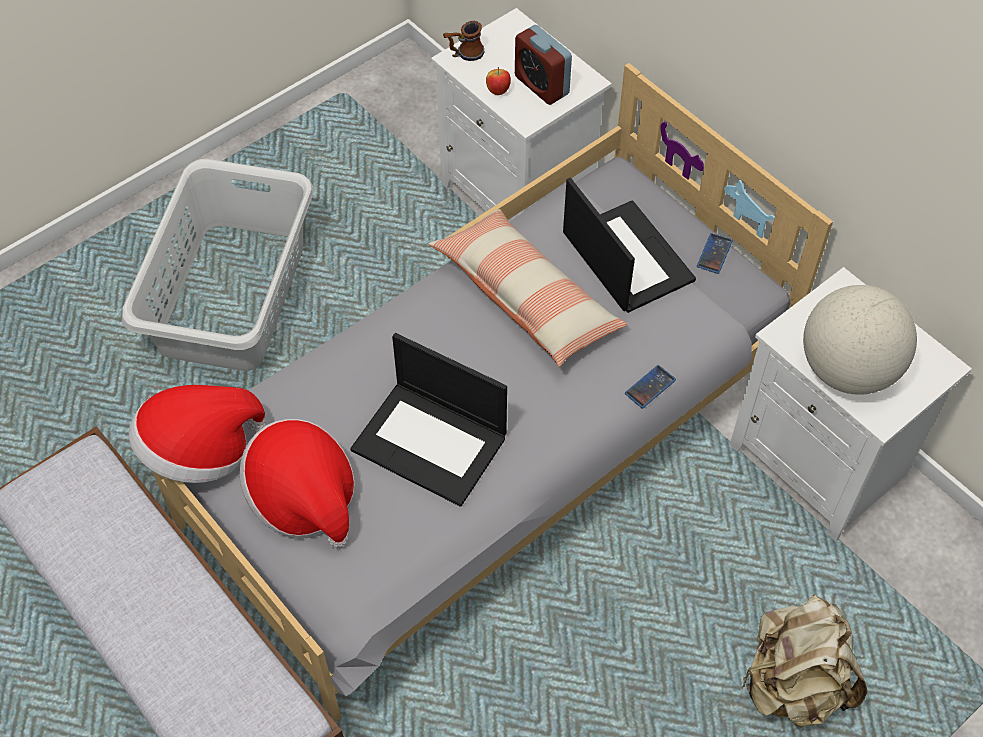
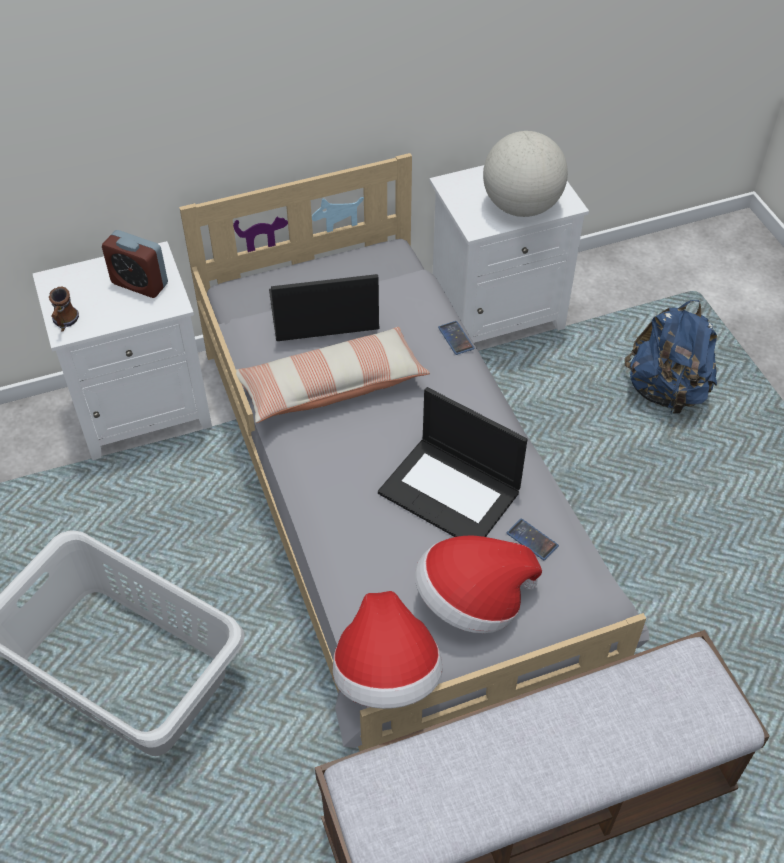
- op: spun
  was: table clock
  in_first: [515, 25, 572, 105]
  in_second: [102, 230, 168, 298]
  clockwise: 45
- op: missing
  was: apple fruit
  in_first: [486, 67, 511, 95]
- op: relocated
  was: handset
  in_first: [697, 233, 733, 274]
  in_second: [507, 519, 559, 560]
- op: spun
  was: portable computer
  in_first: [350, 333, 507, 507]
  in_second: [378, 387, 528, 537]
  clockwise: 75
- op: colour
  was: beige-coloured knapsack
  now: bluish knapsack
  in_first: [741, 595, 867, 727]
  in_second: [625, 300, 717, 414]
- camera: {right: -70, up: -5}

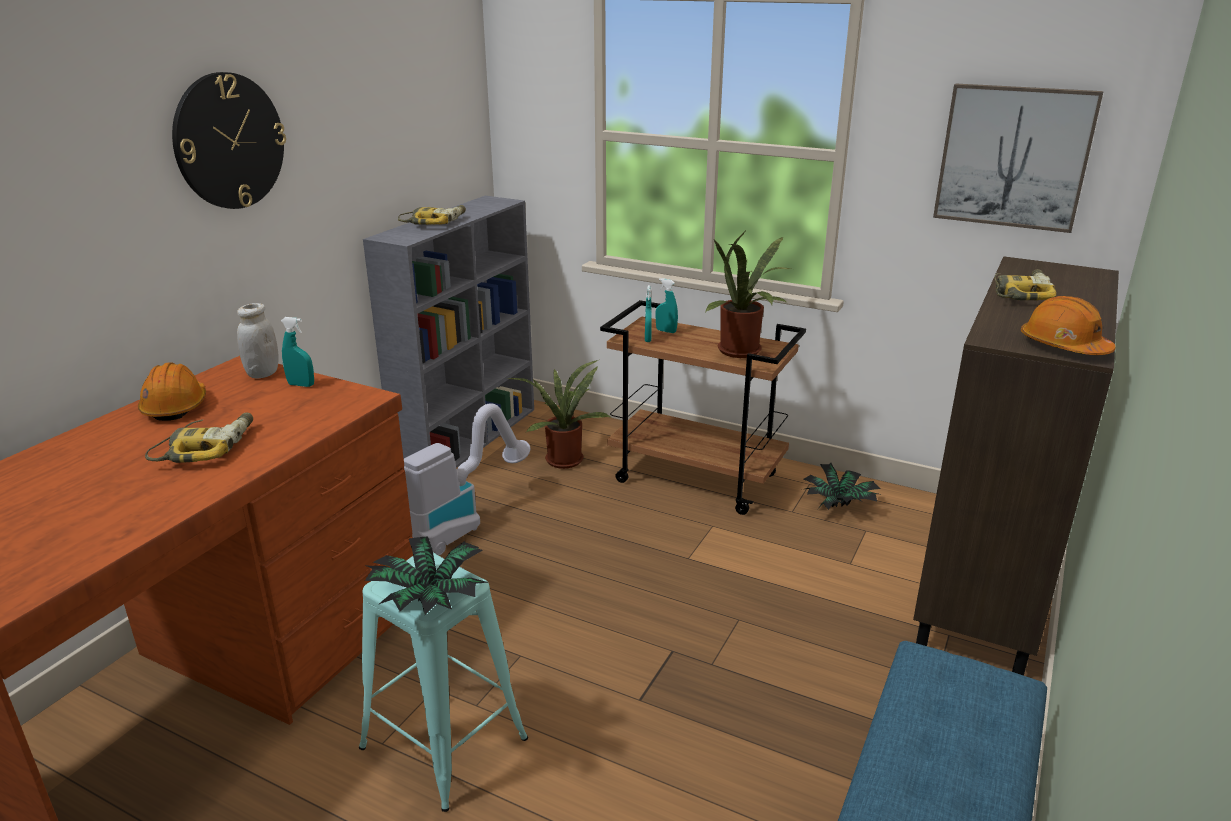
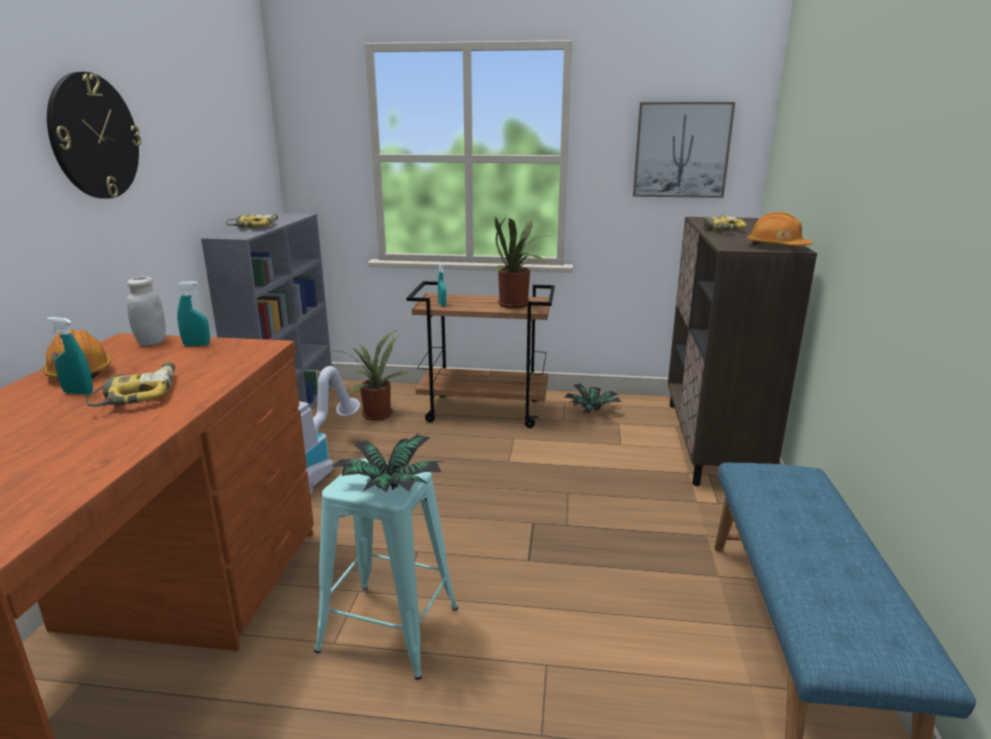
- op: relocated
  was: turquoise-coloured spray bottle
  in_first: [656, 278, 678, 333]
  in_second: [47, 317, 93, 395]
- camera: {right: -20, up: -5}

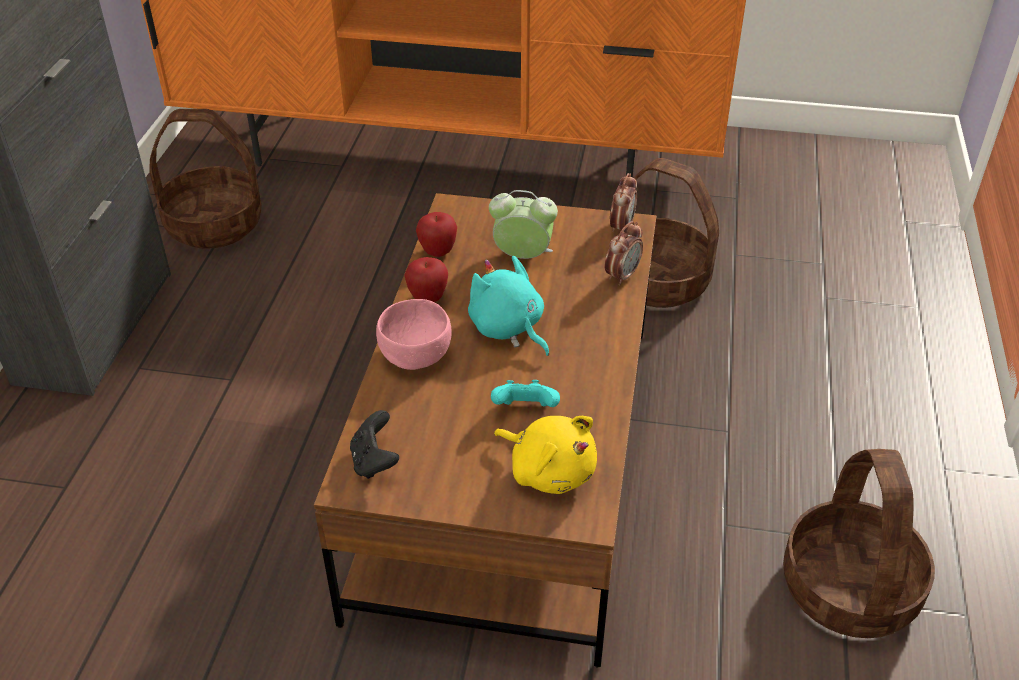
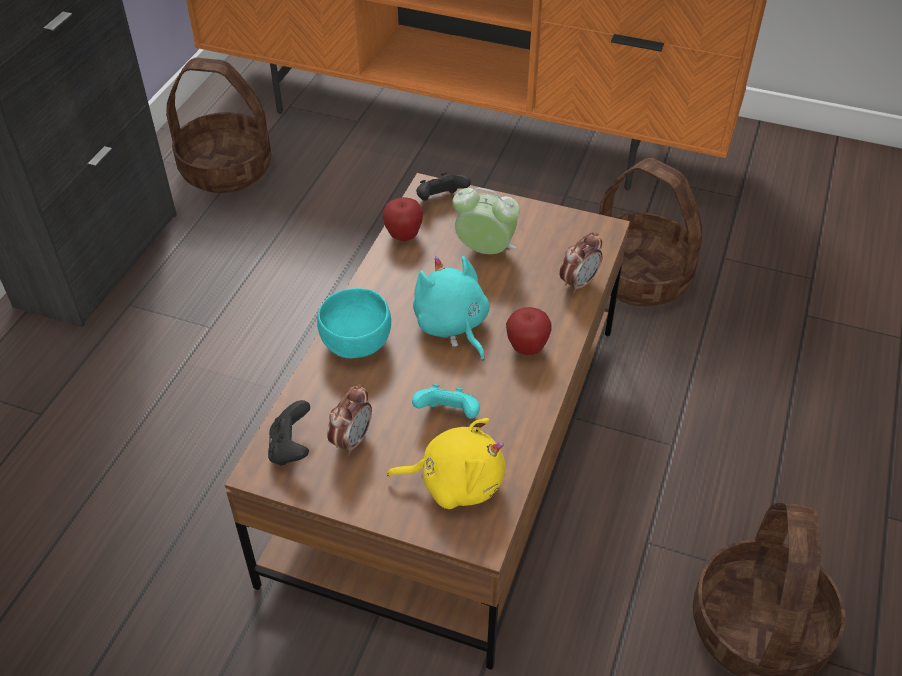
- op: relocated
  was: table clock
  in_first: [610, 173, 637, 232]
  in_second: [327, 384, 372, 455]
- op: relocated
  was: apple fruit
  in_first: [404, 257, 448, 302]
  in_second: [506, 307, 552, 355]
- op: colour
  was: pink bowl
  now: turquoise-coloured bowl
  in_first: [376, 299, 451, 370]
  in_second: [317, 288, 391, 358]
- op: spun
  was: yellowish soft toy
  in_first: [494, 416, 597, 494]
  in_second: [387, 418, 506, 509]
  clockwise: -45
- op: appeared
  now: black joypad
  in_second: [416, 172, 471, 200]
- camera: {right: 10, up: 5}

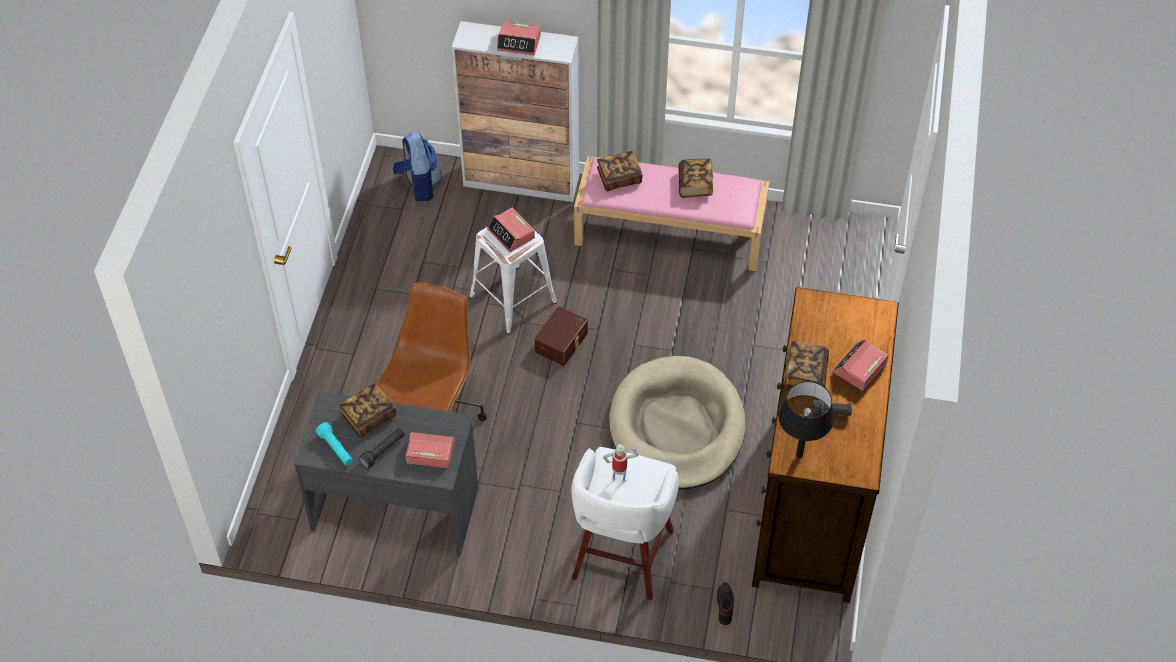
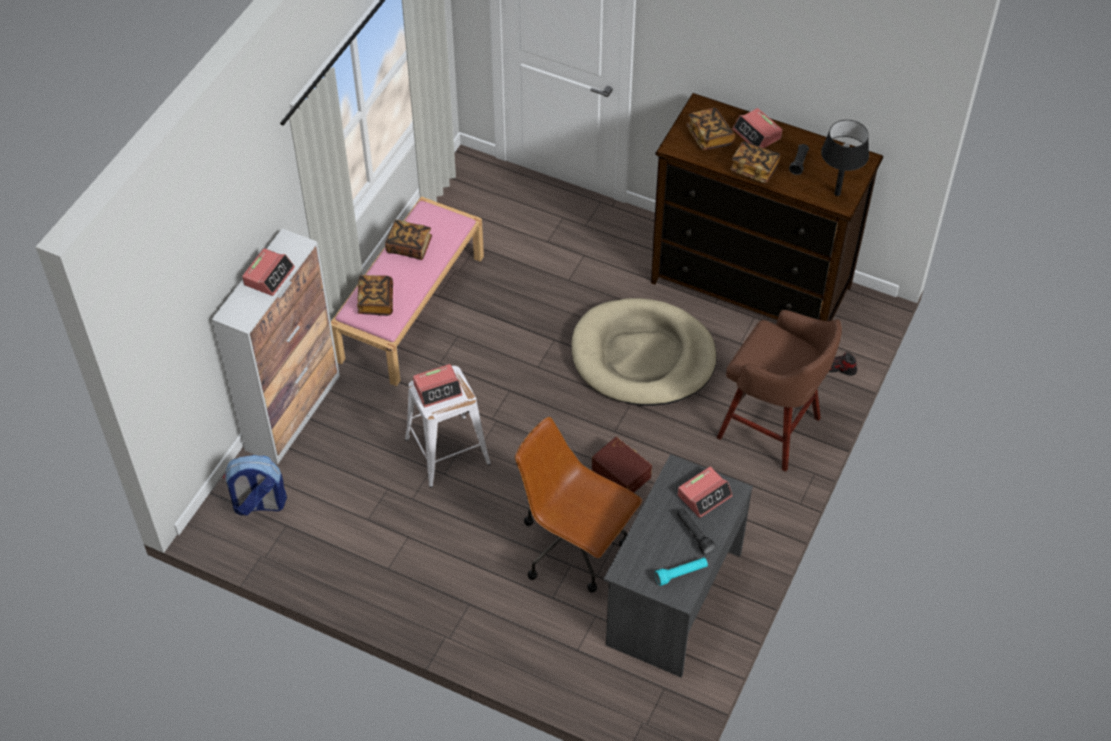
- op: relocated
  was: brown storage container
  in_first: [534, 307, 588, 366]
  in_second: [592, 436, 652, 493]
- op: relocated
  was: bound book
  in_first: [339, 383, 396, 437]
  in_second: [686, 108, 736, 150]
- op: spun
  was: table clock
  in_first: [406, 432, 455, 468]
  in_second: [678, 466, 733, 518]
  clockwise: -150
- op: missing
  was: model robot
  in_first: [603, 444, 639, 482]
- op: colour
  was: white-coloured sitting stool
  now: brown sitting stool
  in_first: [572, 447, 679, 600]
  in_second: [717, 310, 842, 472]
- camera: {right: -75, up: 0}

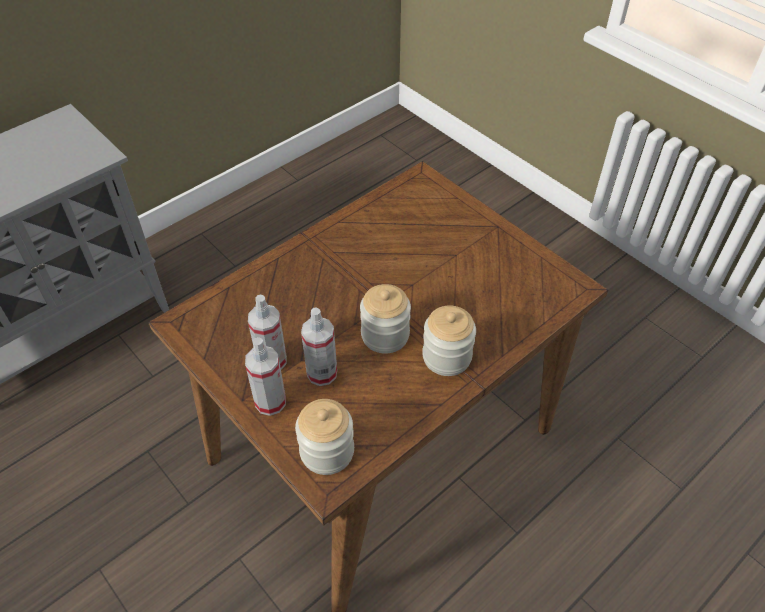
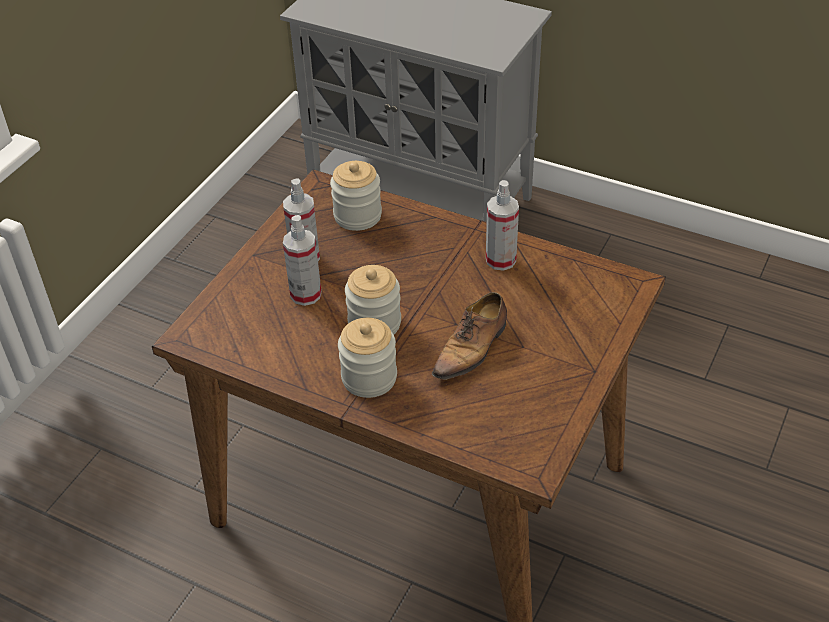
- op: relocated
  was: spray bottle
  in_first: [245, 337, 286, 416]
  in_second: [486, 180, 519, 271]
- op: relocated
  was: storage jar
  in_first: [295, 399, 354, 475]
  in_second: [330, 161, 382, 231]
- op: appeared
  now: low shoe
  in_second: [432, 292, 507, 385]
- camera: {right: 70, up: -5}

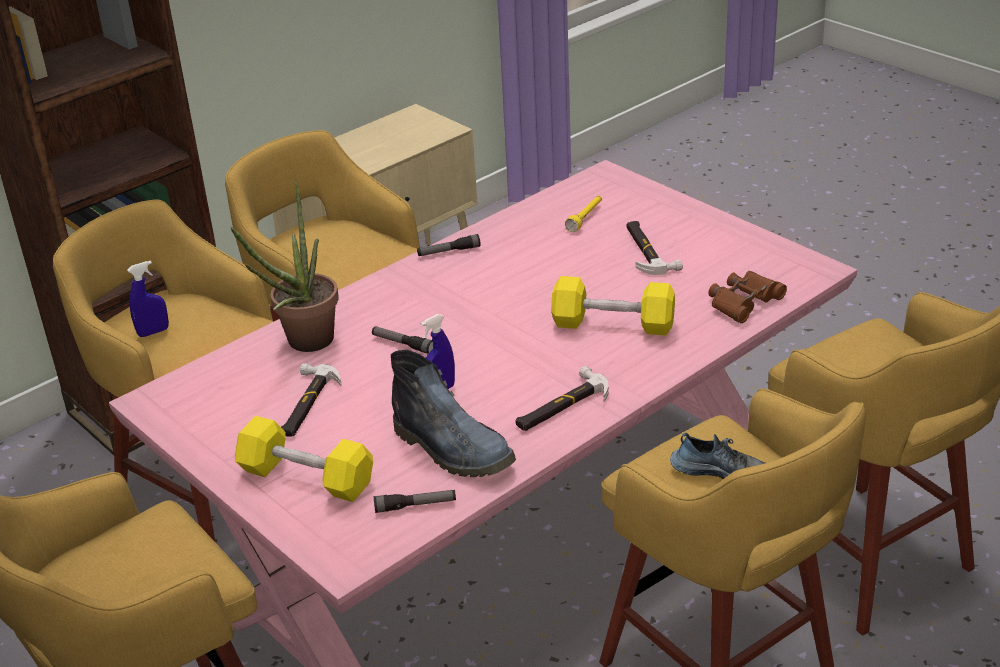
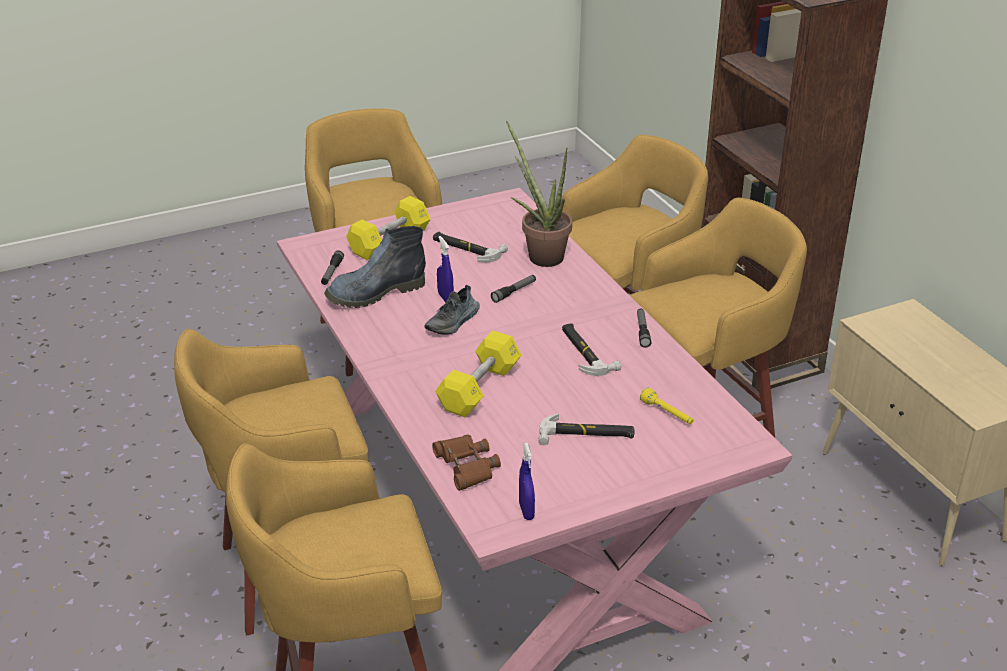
- op: relocated
  was: bluish spray bottle
  in_first: [127, 261, 169, 337]
  in_second: [519, 443, 535, 520]
- op: relocated
  was: tool hammer
  in_first: [515, 366, 608, 431]
  in_second: [562, 324, 621, 376]
- op: relocated
  was: low shoe
  in_first: [670, 433, 765, 479]
  in_second: [425, 285, 480, 334]
- camera: {right: 105, up: 0}

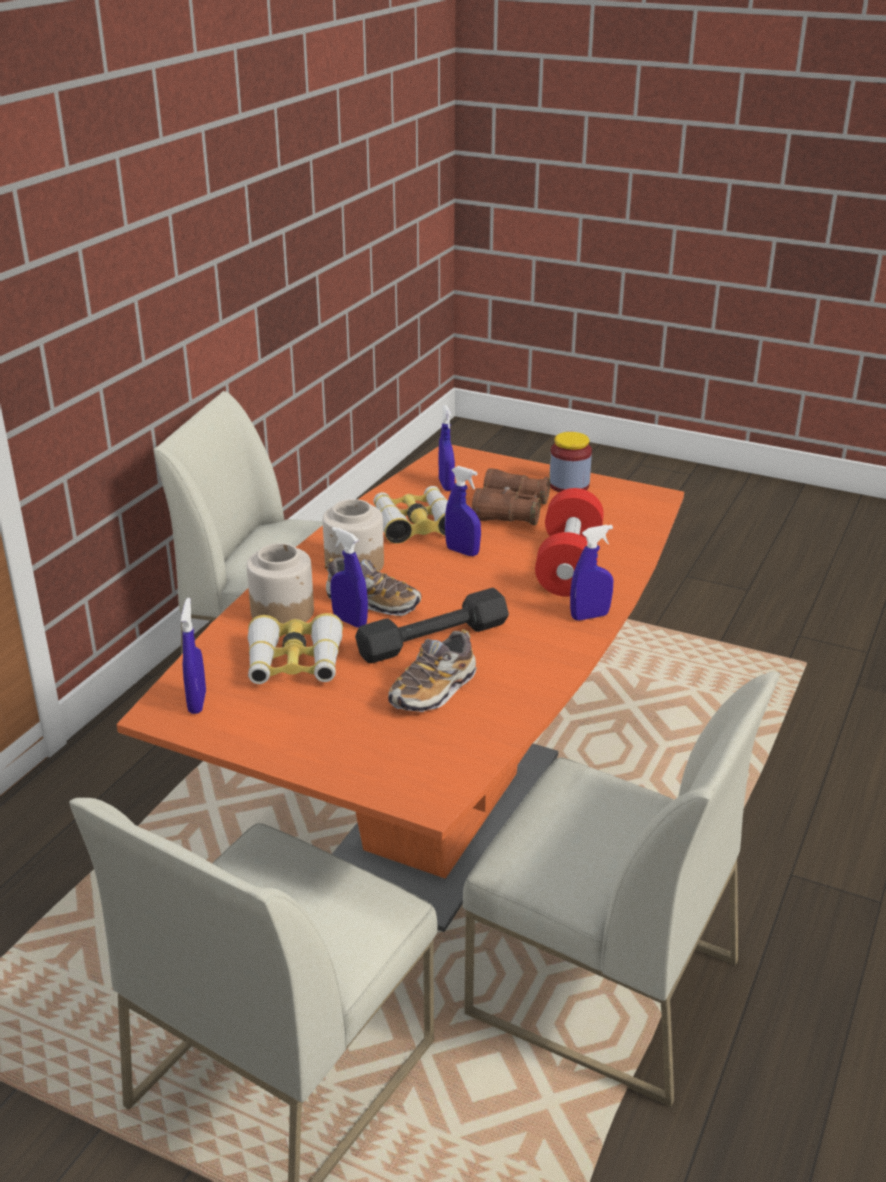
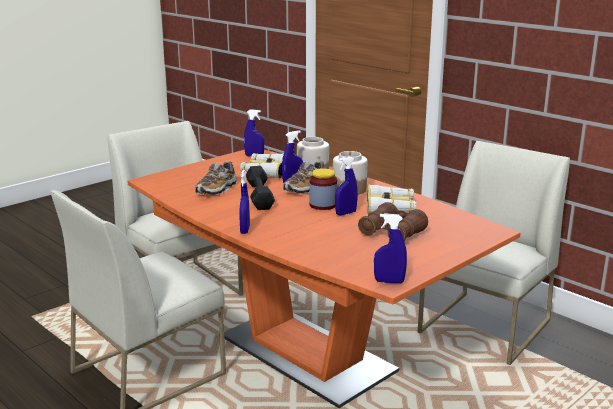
- op: relocated
  was: bluish spray bottle
  in_first: [439, 405, 455, 491]
  in_second: [374, 213, 407, 284]
- op: relocated
  was: storage jar
  in_first: [549, 432, 592, 492]
  in_second: [309, 168, 337, 210]
- op: missing
  was: red dumbbell
  in_first: [535, 488, 604, 597]
- op: spun
  was: low shoe
  in_first: [388, 629, 477, 712]
  in_second: [196, 161, 237, 195]
  clockwise: -120
- camera: {right: 110, up: -10}

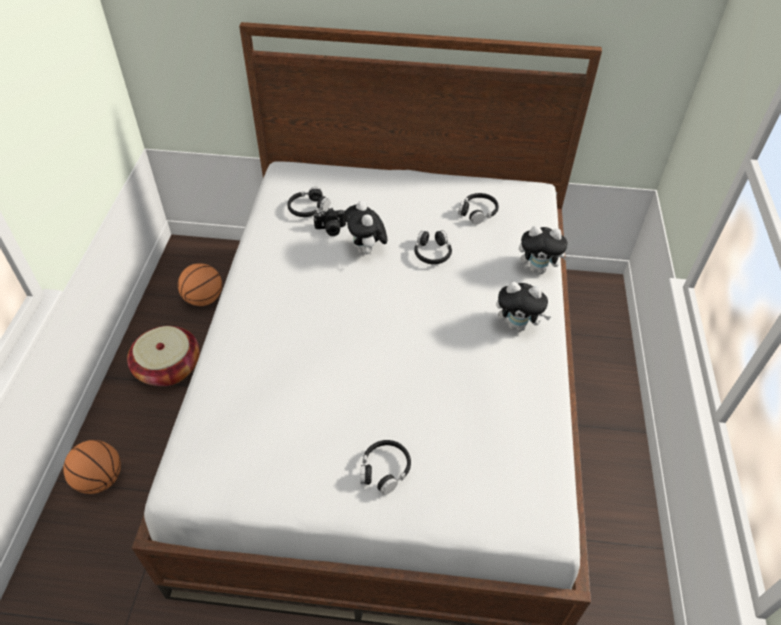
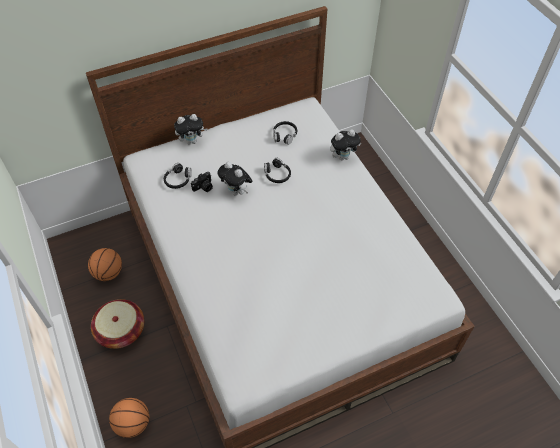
- op: relocated
  was: soft toy
  in_first: [496, 282, 551, 331]
  in_second: [174, 114, 208, 145]
- op: missing
  was: black headset
  in_first: [360, 440, 411, 495]
- camera: {right: -30, up: 5}

